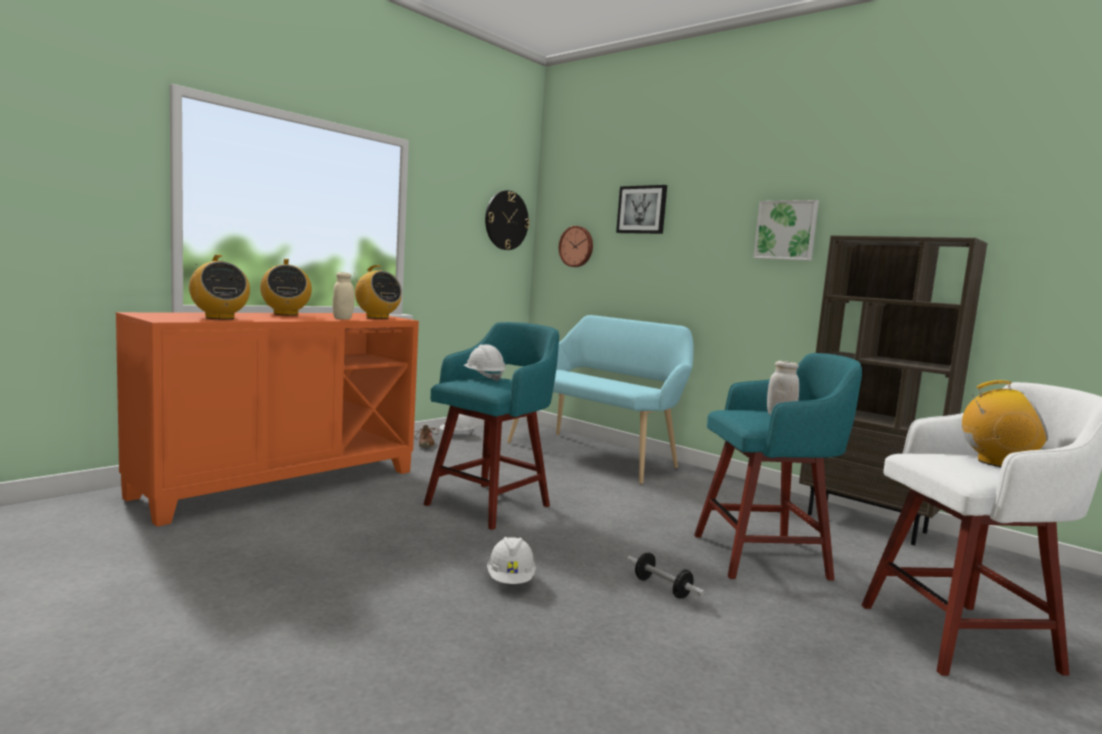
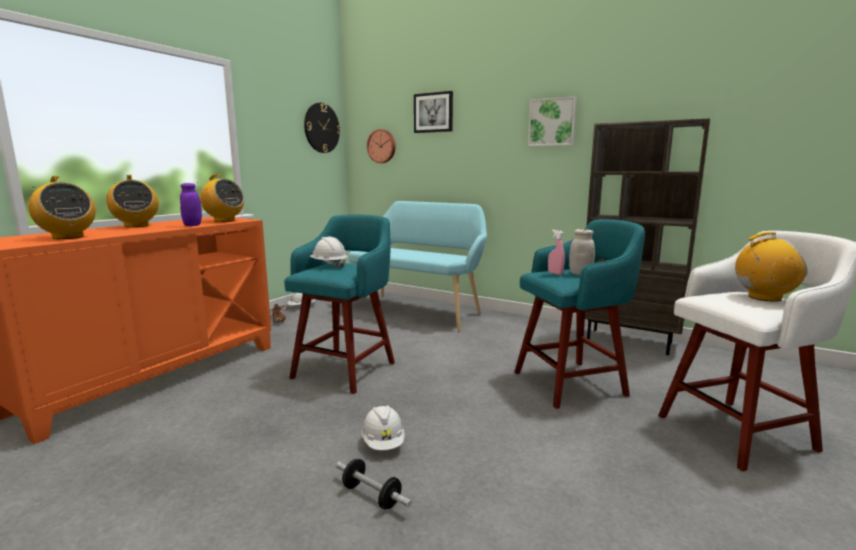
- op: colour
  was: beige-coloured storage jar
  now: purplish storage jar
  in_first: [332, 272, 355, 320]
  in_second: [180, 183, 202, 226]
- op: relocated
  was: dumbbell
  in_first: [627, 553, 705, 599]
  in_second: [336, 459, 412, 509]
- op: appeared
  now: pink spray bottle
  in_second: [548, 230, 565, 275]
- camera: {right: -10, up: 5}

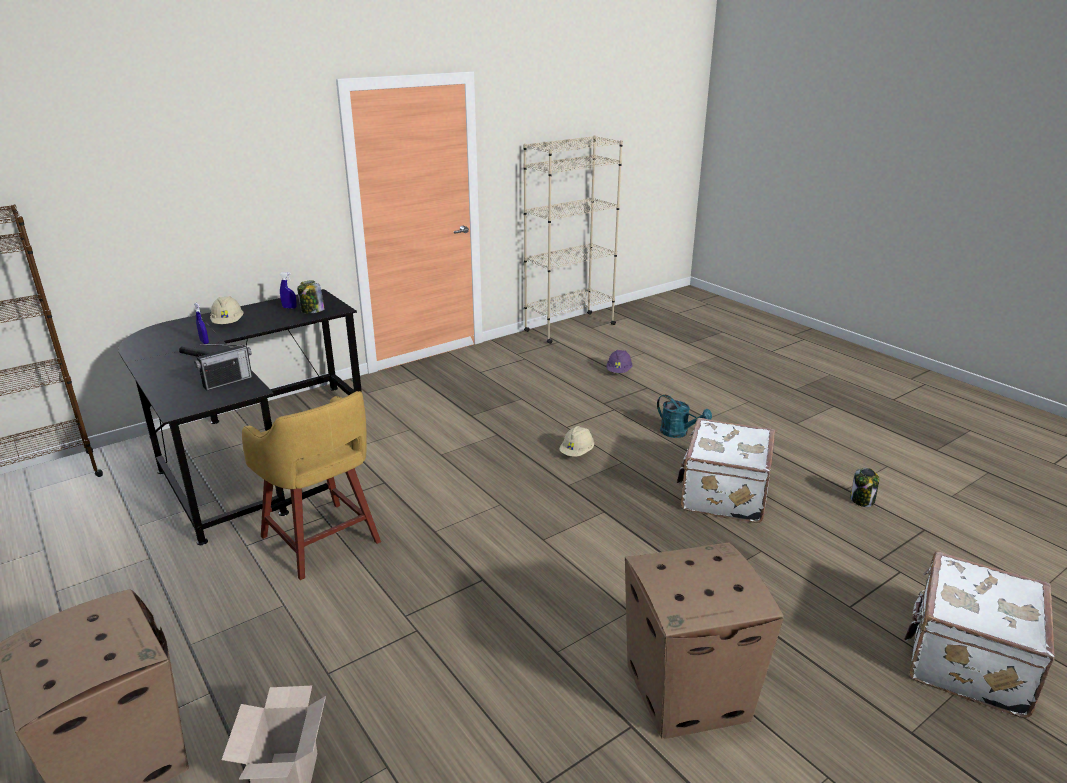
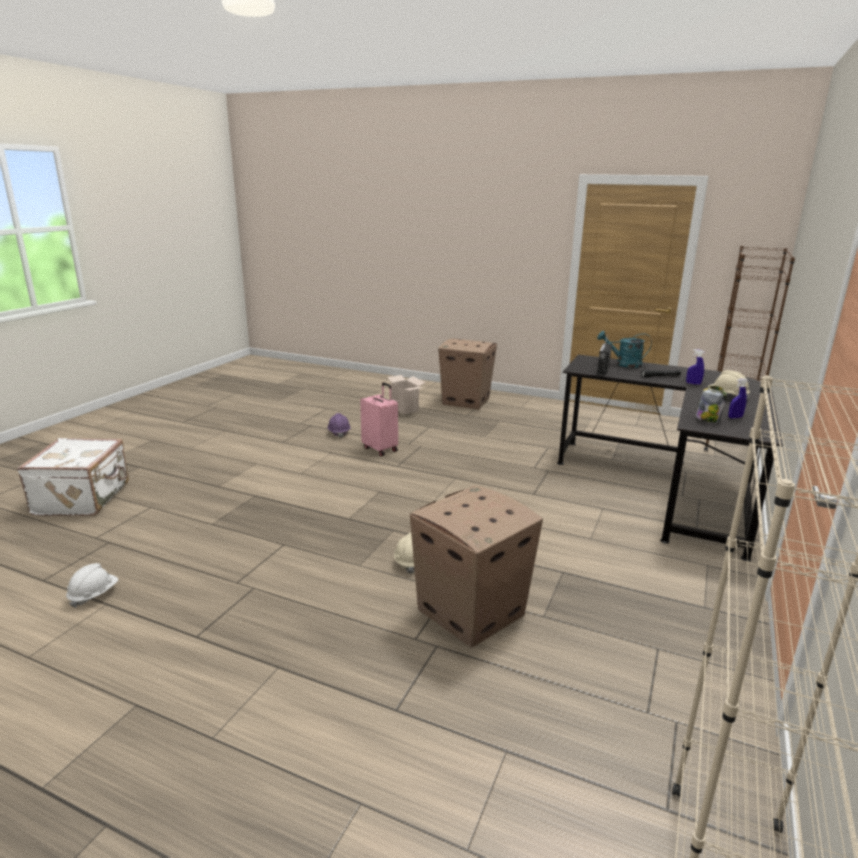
- op: relocated
  was: purplish work helmet
  in_first: [607, 350, 632, 373]
  in_second: [328, 413, 351, 438]
- op: missing
  was: yellowish sitting stool
  in_first: [242, 391, 381, 580]
- op: relocated
  was: turquoise-coloured watering can
  in_first: [657, 395, 712, 438]
  in_second: [597, 331, 652, 368]
- op: missing
  was: white-coloured travel case
  in_first: [677, 418, 775, 523]
- op: exchanged
  was: storage jar
  now: white-coloured work helmet
  in_first: [850, 468, 879, 507]
  in_second: [66, 563, 118, 608]
- op: relocated
  was: cardboard box
  in_first: [625, 543, 784, 739]
  in_second: [410, 485, 543, 648]
- op: appeared
  now: pink travel case
  in_second: [360, 383, 398, 456]
- camera: {right: 150, up: -5}

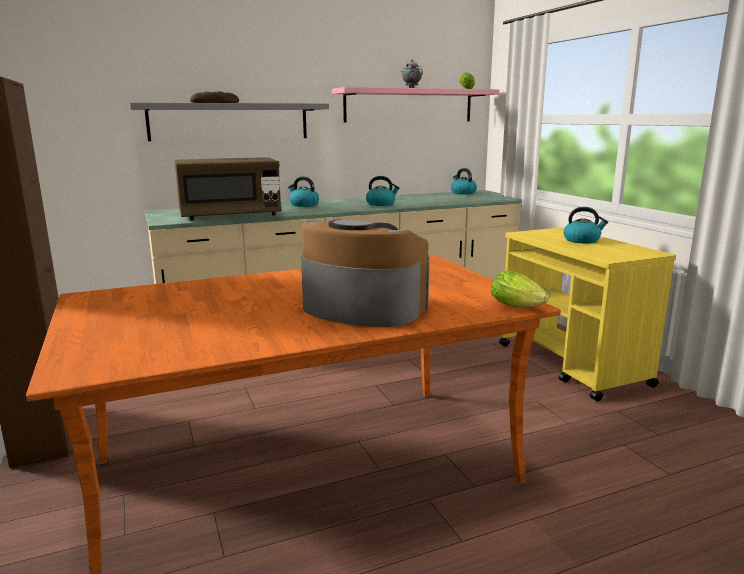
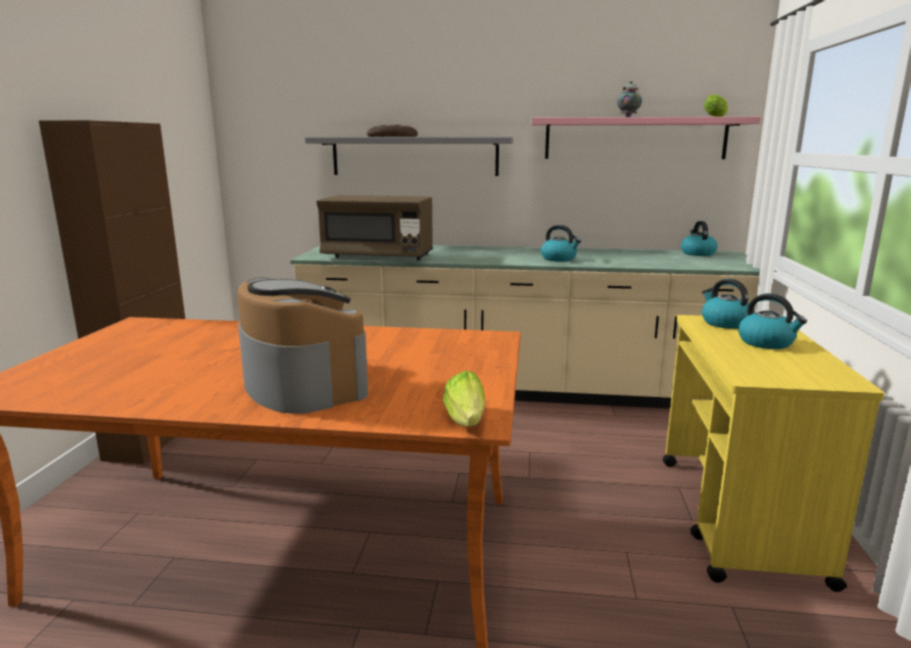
- op: relocated
  was: kettle
  in_first: [288, 177, 319, 207]
  in_second: [702, 279, 749, 329]
- camera: {right: 30, up: 0}

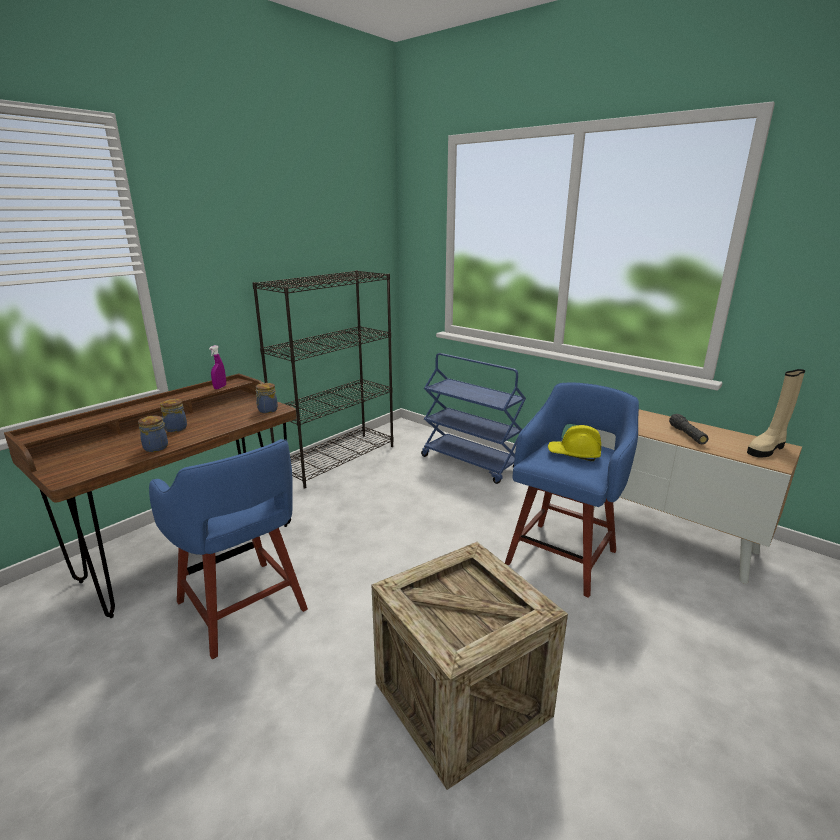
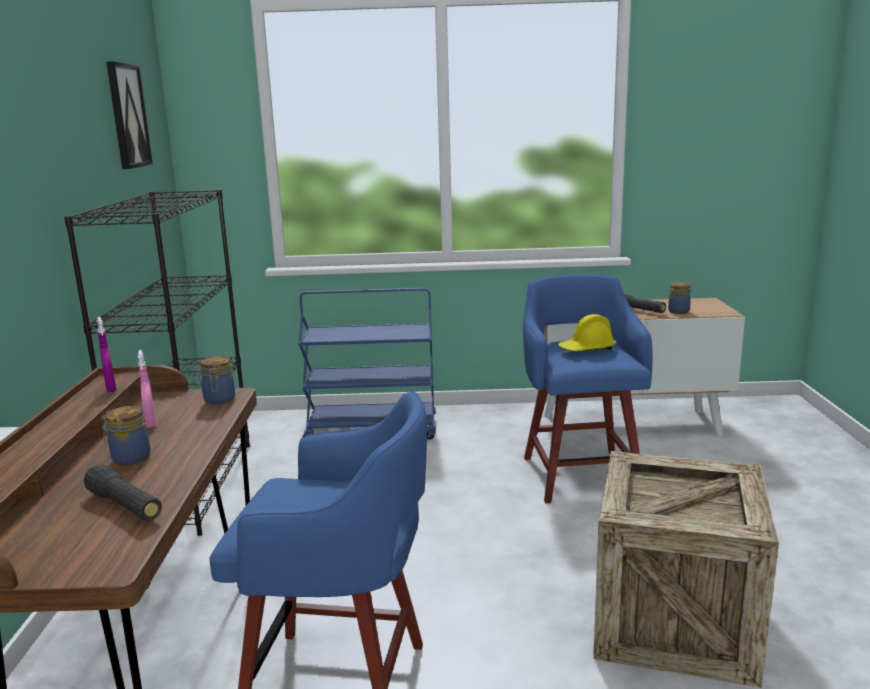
- op: missing
  was: beige-coloured high-top boot
  in_first: [747, 369, 805, 458]
- op: relocated
  was: storage jar
  in_first: [138, 416, 168, 452]
  in_second: [668, 282, 691, 314]
- op: appeared
  now: wall art
  in_second: [106, 61, 153, 169]
- op: appeared
  now: pink spray bottle
  in_second: [138, 350, 156, 428]
- op: appeared
  now: black hand torch
  in_second: [84, 464, 162, 521]
- camera: {right: -40, up: -5}

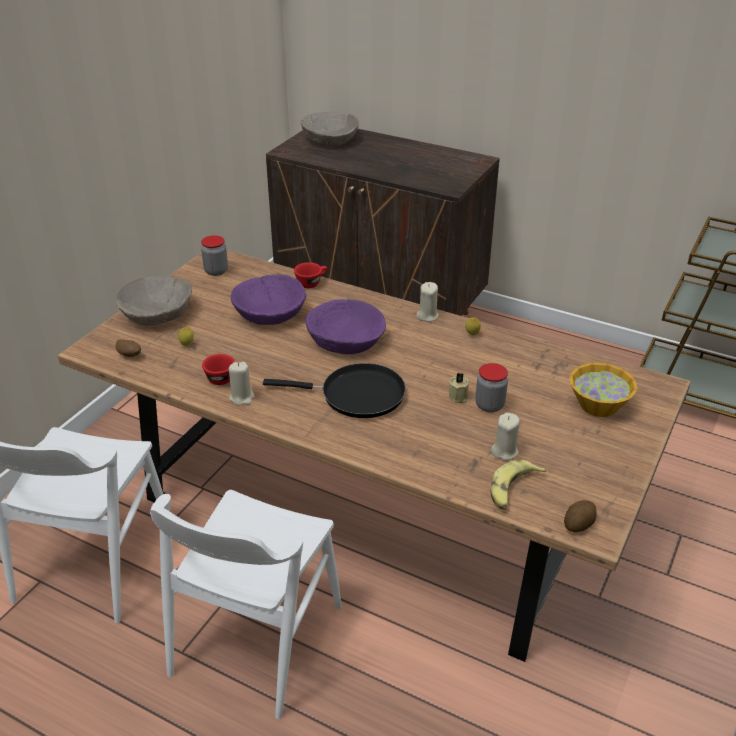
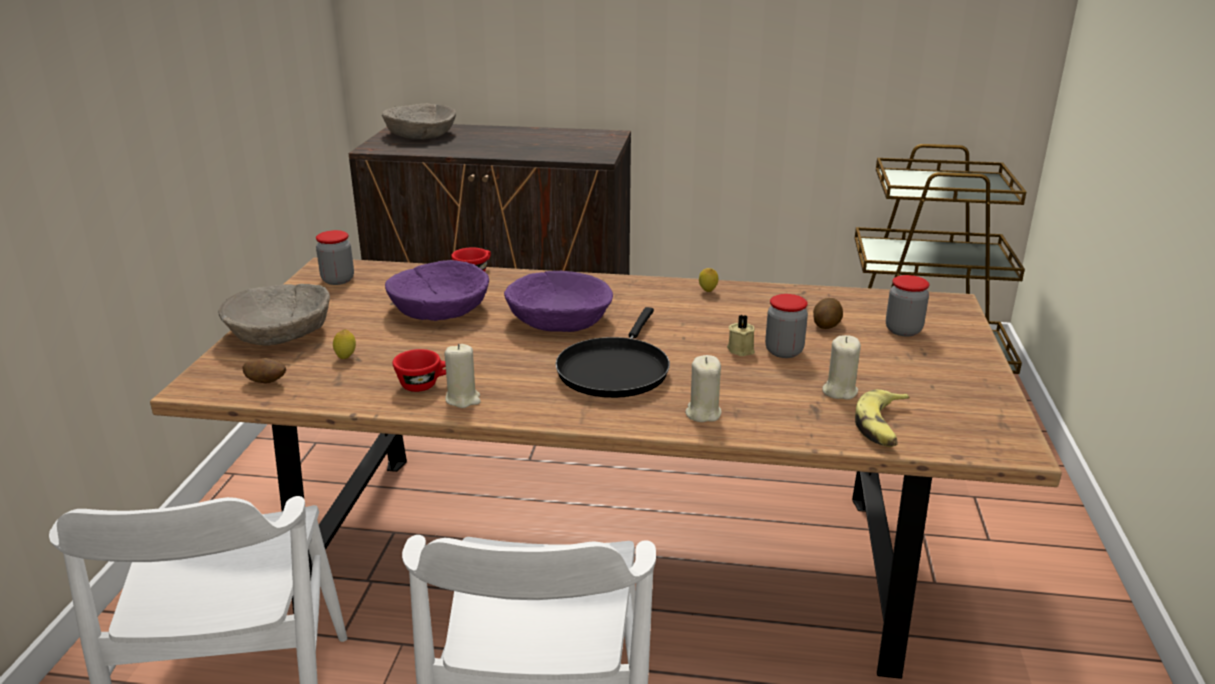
- op: relocated
  was: beige-coloured wax light
  in_first: [417, 282, 439, 322]
  in_second: [685, 355, 722, 422]
- op: spun
  was: black frying pan
  in_first: [263, 363, 406, 418]
  in_second: [556, 307, 670, 398]
  clockwise: 120
- op: exchanged
  was: bowl
  now: storage jar
  in_first: [570, 363, 637, 417]
  in_second: [886, 275, 929, 337]
- op: relocated
  was: whole potato
  in_first: [564, 500, 597, 532]
  in_second: [813, 298, 843, 329]
- camera: {right: -20, up: -10}

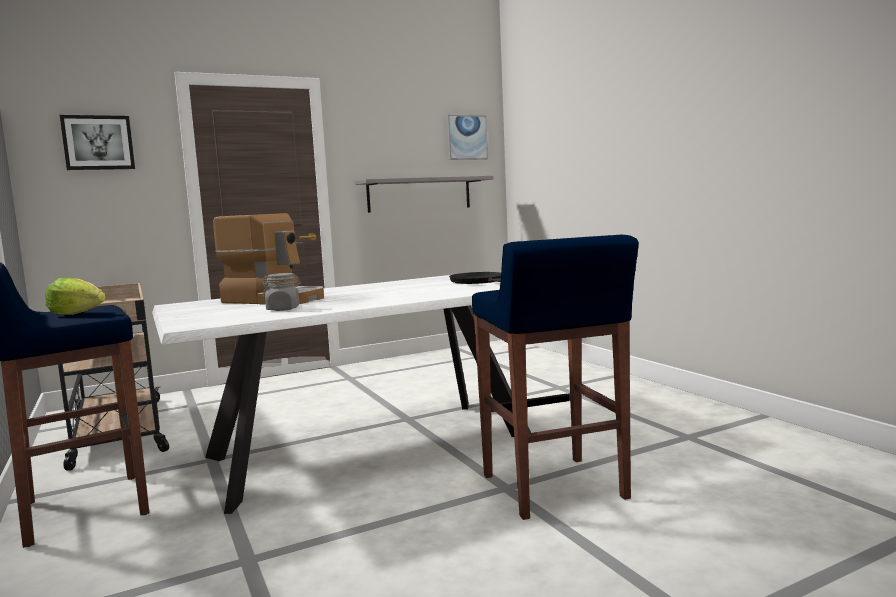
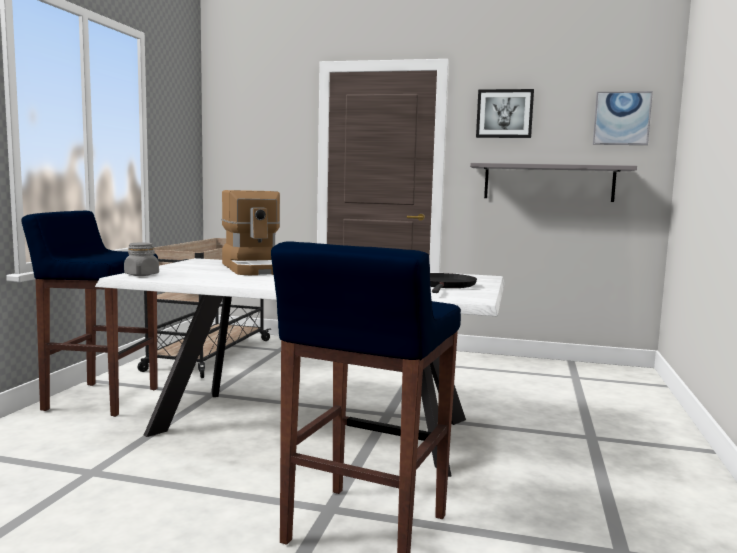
- op: relocated
  was: wall art
  in_first: [60, 115, 135, 170]
  in_second: [476, 89, 534, 138]
- op: relocated
  was: grey storage jar
  in_first: [262, 273, 302, 311]
  in_second: [124, 242, 159, 276]
- op: missing
  was: head of lettuce
  in_first: [45, 278, 106, 315]
- camera: {right: 40, up: 0}

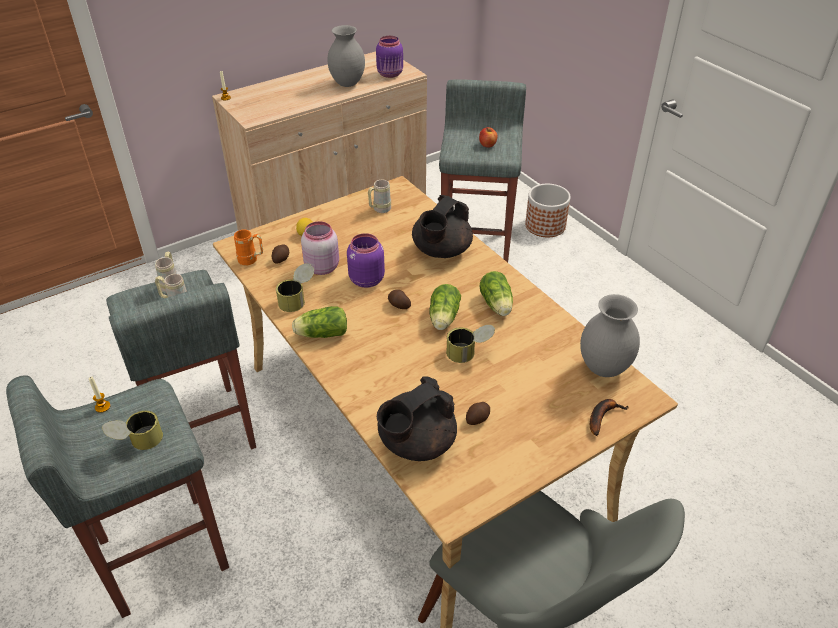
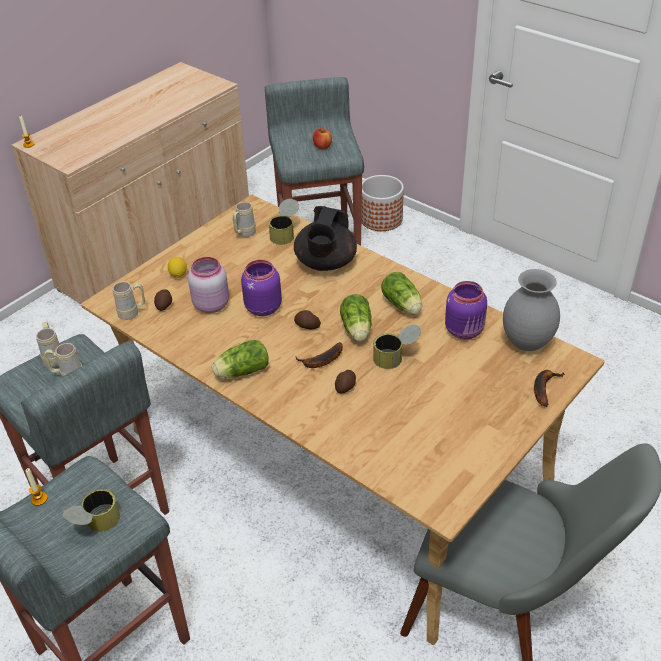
- op: missing
  was: grey vase
  in_first: [327, 25, 365, 87]
- op: relocated
  was: purplish storage jar
  in_first: [376, 36, 403, 78]
  in_second: [445, 281, 487, 339]
- op: colour
  was: orange-coloured coffee mug
  now: beige-coloured coffee mug
  in_first: [234, 230, 263, 266]
  in_second: [113, 282, 145, 320]
- op: relocated
  was: can
  in_first: [276, 263, 314, 312]
  in_second: [268, 199, 299, 245]
- op: missing
  was: black tea pot
  in_first: [377, 376, 457, 461]
- op: relocated
  was: whole potato
  in_first: [466, 402, 490, 425]
  in_second: [335, 370, 356, 393]
- op: appeared
  now: whole banana
  in_second: [295, 342, 343, 368]
- camera: {right: -15, up: 0}

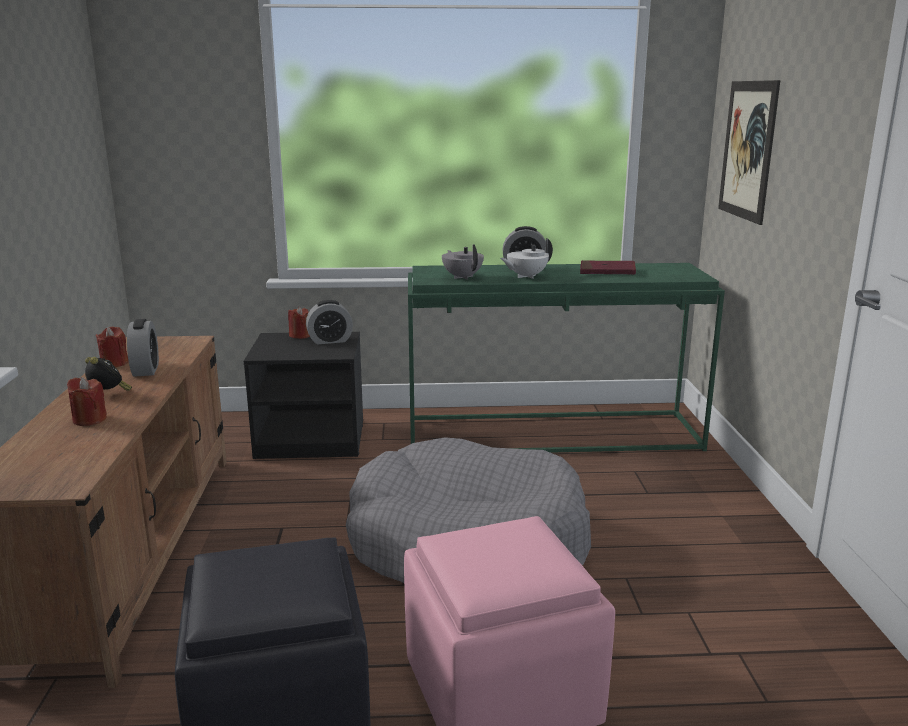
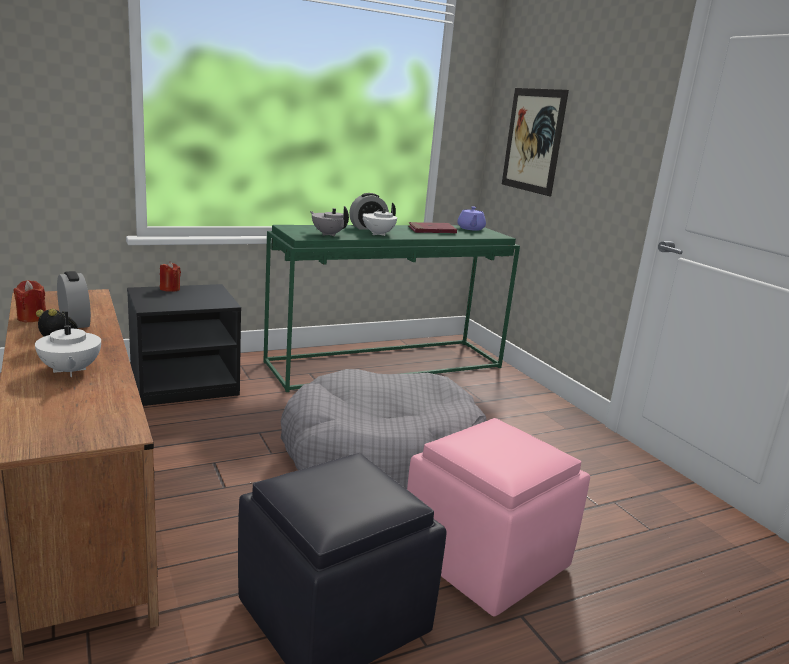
- op: missing
  was: table clock
  in_first: [306, 300, 353, 344]
- op: exchanged
  was: red wax light
  now: white-coloured tea pot
  in_first: [67, 377, 107, 426]
  in_second: [35, 312, 101, 377]
- op: appeared
  now: purplish tea pot
  in_second: [457, 206, 486, 231]
- camera: {right: -25, up: 0}

